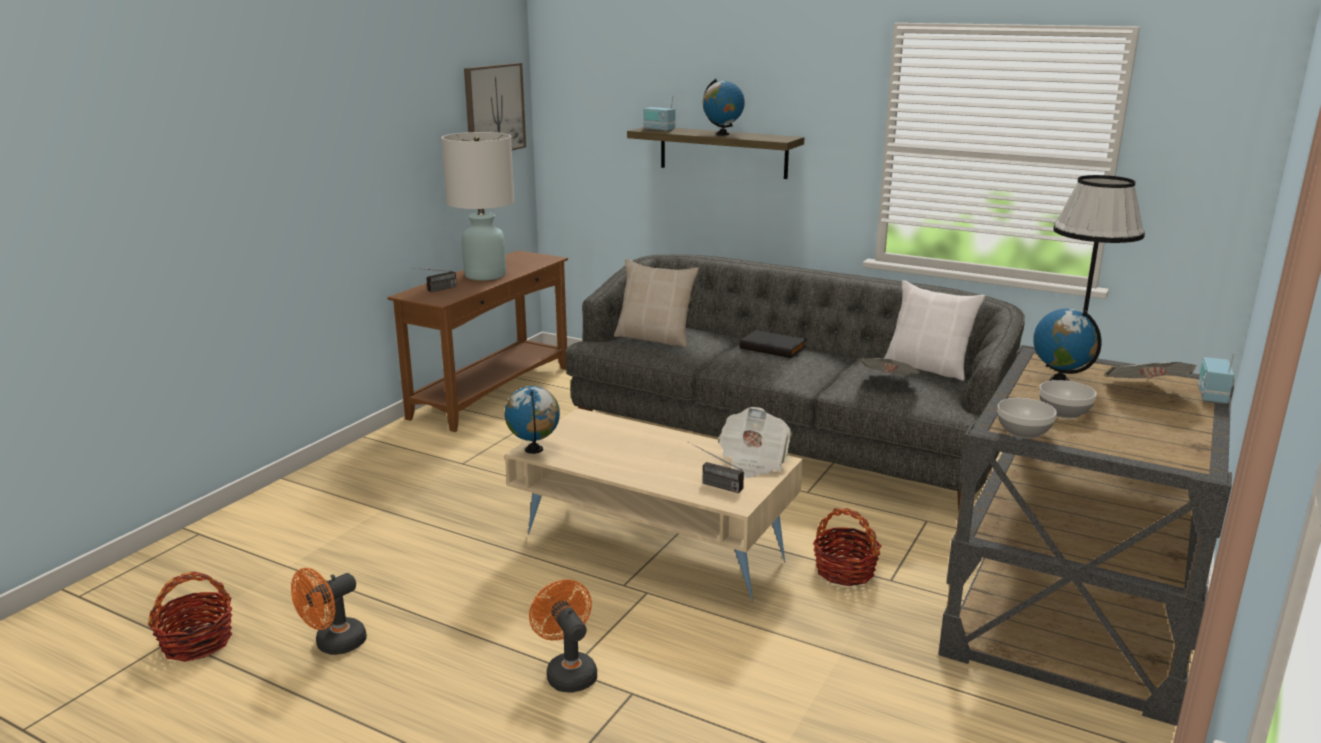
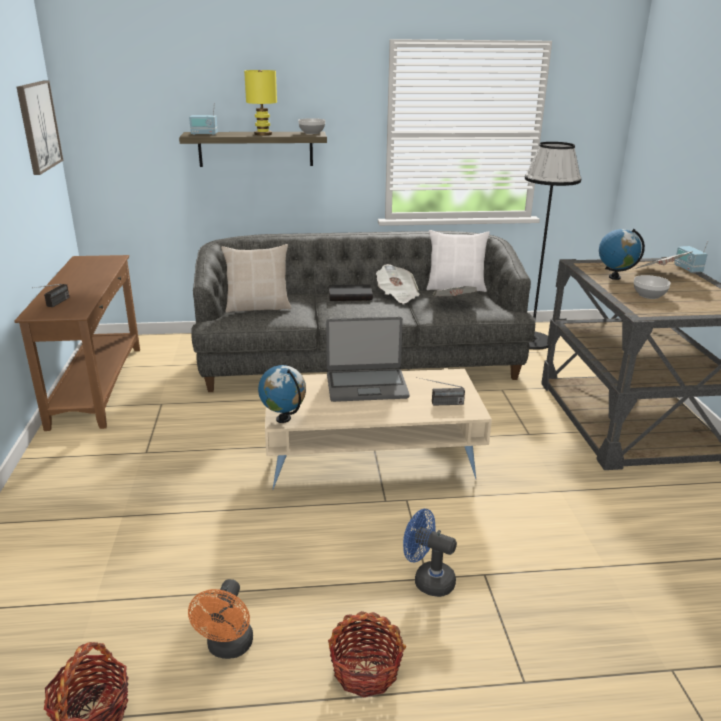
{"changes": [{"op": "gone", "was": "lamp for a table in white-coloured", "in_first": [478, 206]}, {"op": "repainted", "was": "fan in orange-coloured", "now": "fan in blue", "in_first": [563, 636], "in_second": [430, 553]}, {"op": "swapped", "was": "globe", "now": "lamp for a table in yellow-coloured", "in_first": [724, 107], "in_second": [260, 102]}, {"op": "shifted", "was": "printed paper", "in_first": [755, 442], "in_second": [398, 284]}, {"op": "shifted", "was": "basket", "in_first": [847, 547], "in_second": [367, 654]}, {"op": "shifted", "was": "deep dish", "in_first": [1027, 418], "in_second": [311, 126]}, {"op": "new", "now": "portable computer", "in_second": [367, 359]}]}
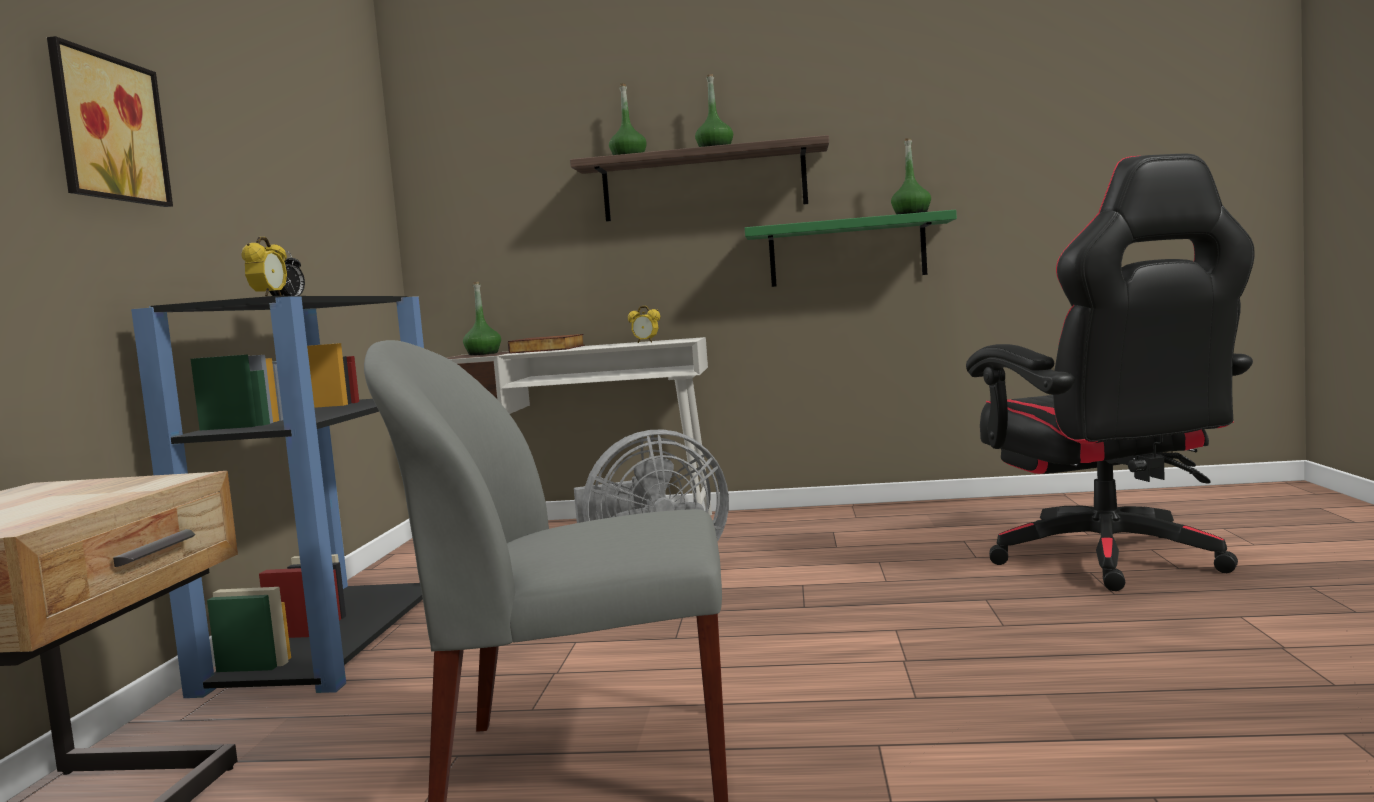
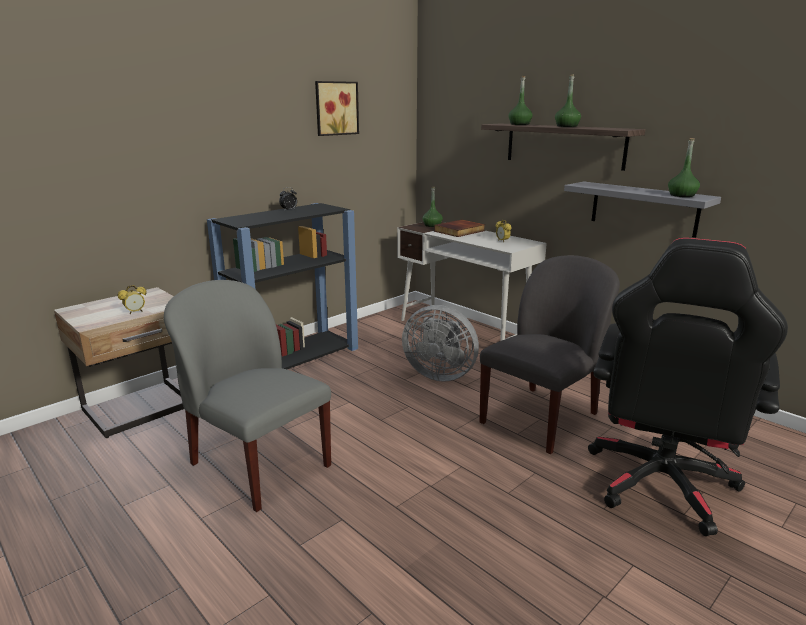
{"changes": [{"op": "shifted", "was": "wall picture", "in_first": [110, 121], "in_second": [337, 108]}, {"op": "shifted", "was": "alarm clock", "in_first": [264, 266], "in_second": [132, 299]}, {"op": "repainted", "was": "wall shelf in green-coloured", "now": "wall shelf in grey", "in_first": [851, 248], "in_second": [642, 210]}, {"op": "new", "now": "plain chair in grey", "in_second": [550, 354]}]}
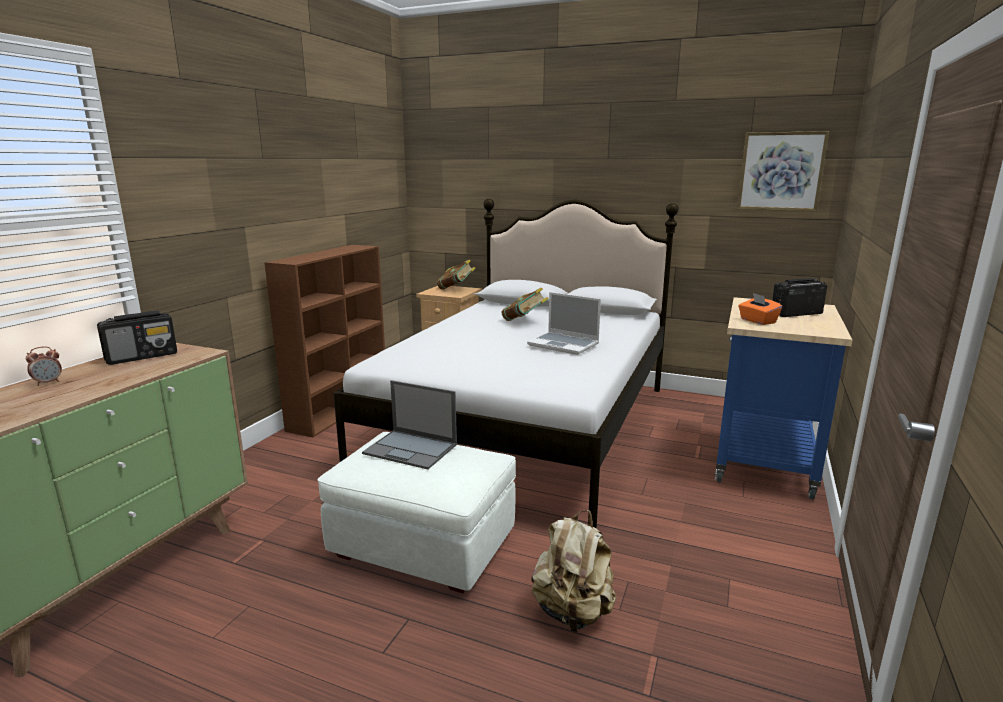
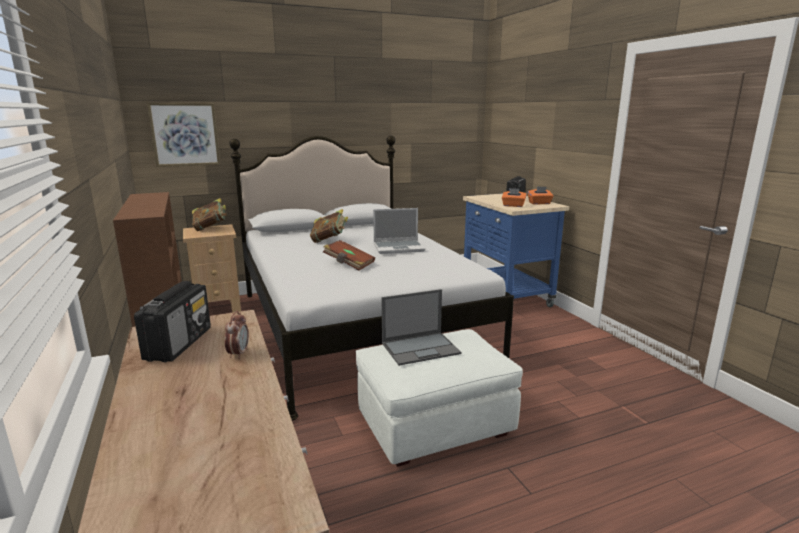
{"changes": [{"op": "shifted", "was": "alarm clock", "in_first": [44, 366], "in_second": [237, 335]}, {"op": "gone", "was": "rucksack in sand-coloured", "in_first": [573, 571]}, {"op": "shifted", "was": "wall picture", "in_first": [783, 171], "in_second": [183, 135]}, {"op": "new", "now": "volume in brown-coloured", "in_second": [349, 255]}, {"op": "new", "now": "tissue box in orange-coloured", "in_second": [541, 195]}]}
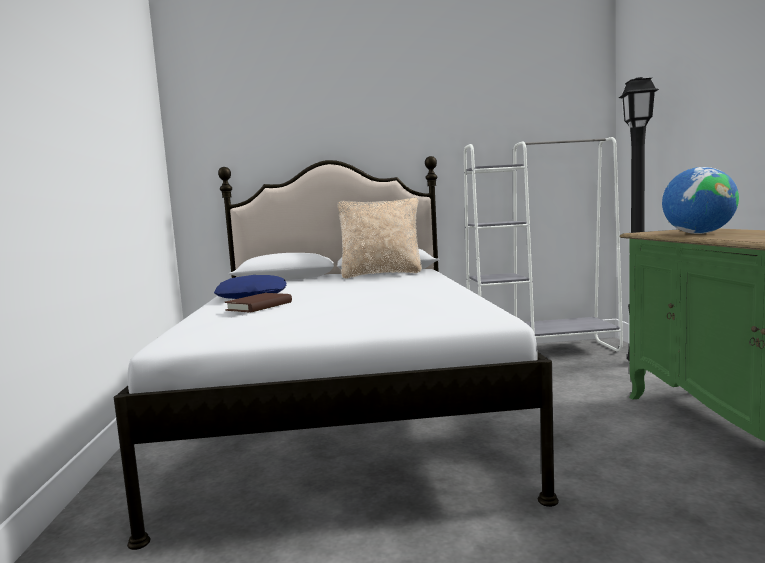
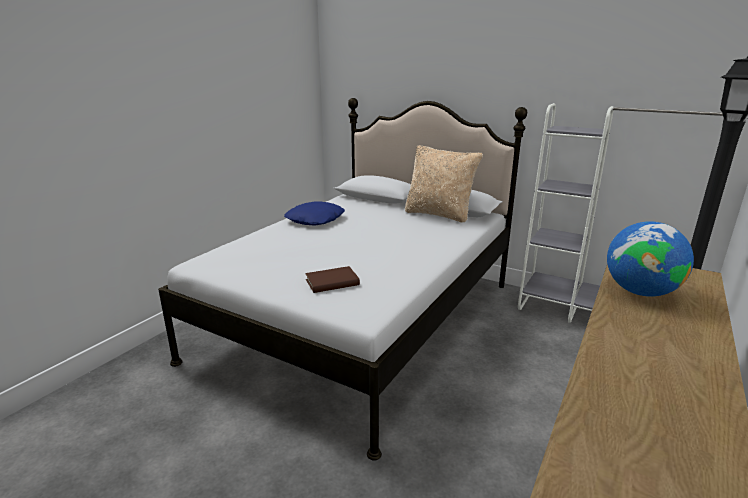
{"changes": [{"op": "shifted", "was": "volume in brown-coloured", "in_first": [258, 302], "in_second": [332, 279]}]}
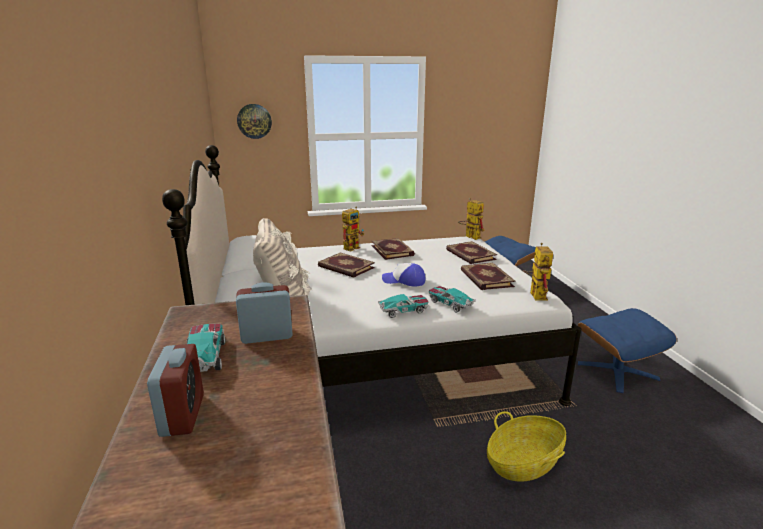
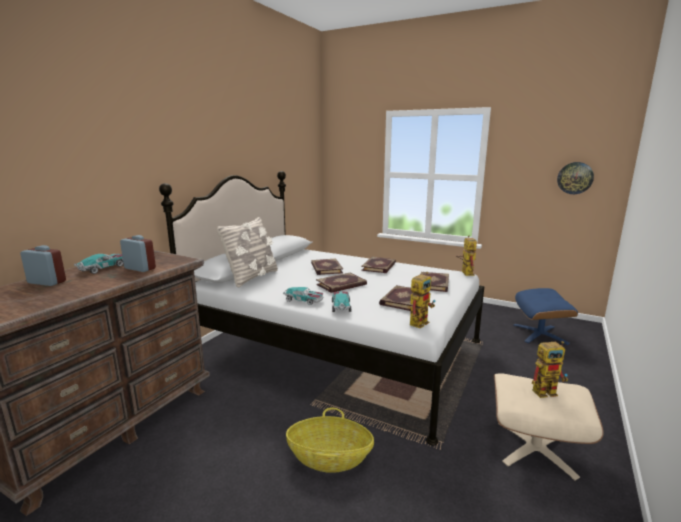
{"changes": [{"op": "rotated", "was": "alarm clock", "in_first": [175, 390], "in_second": [43, 265], "clockwise": -105}, {"op": "shifted", "was": "clock on the wall", "in_first": [254, 121], "in_second": [575, 178]}, {"op": "shifted", "was": "robot figure", "in_first": [353, 229], "in_second": [550, 369]}, {"op": "swapped", "was": "cap", "now": "volume", "in_first": [404, 275], "in_second": [341, 283]}, {"op": "repainted", "was": "footrest in blue", "now": "footrest in sand-coloured", "in_first": [627, 350], "in_second": [549, 426]}]}
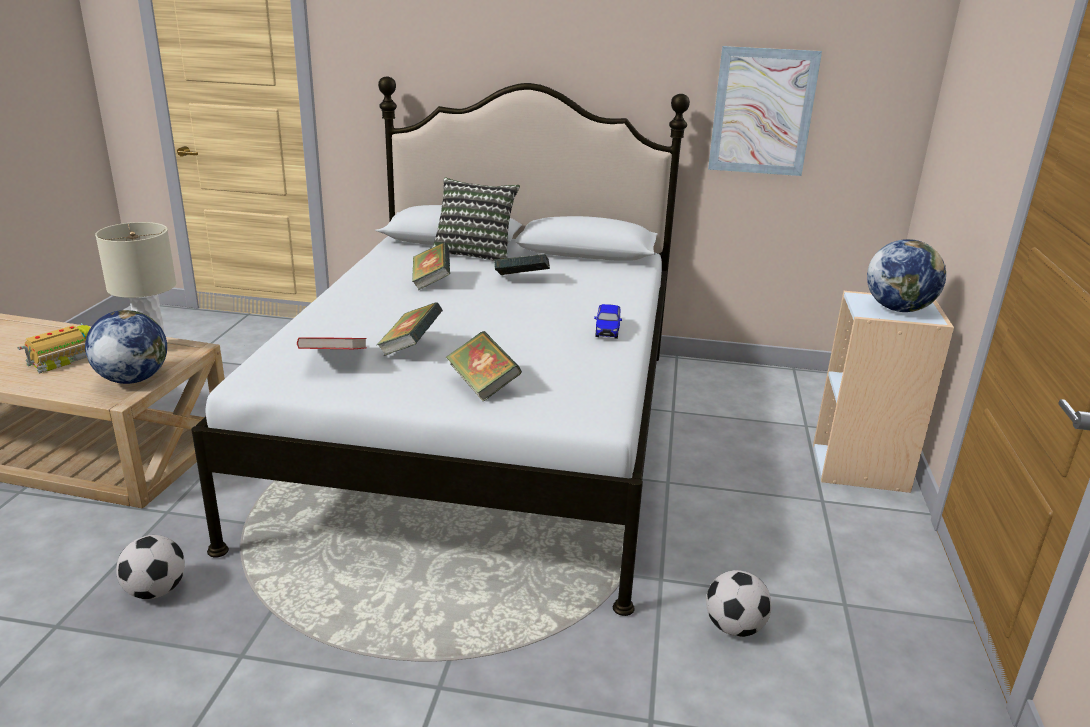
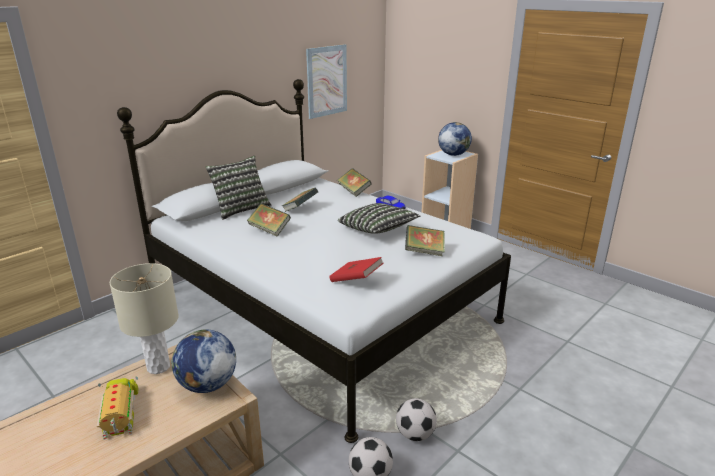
{"changes": [{"op": "shifted", "was": "volume", "in_first": [409, 329], "in_second": [354, 182]}, {"op": "shifted", "was": "ball for football", "in_first": [738, 603], "in_second": [416, 419]}, {"op": "new", "now": "throw pillow", "in_second": [379, 218]}]}
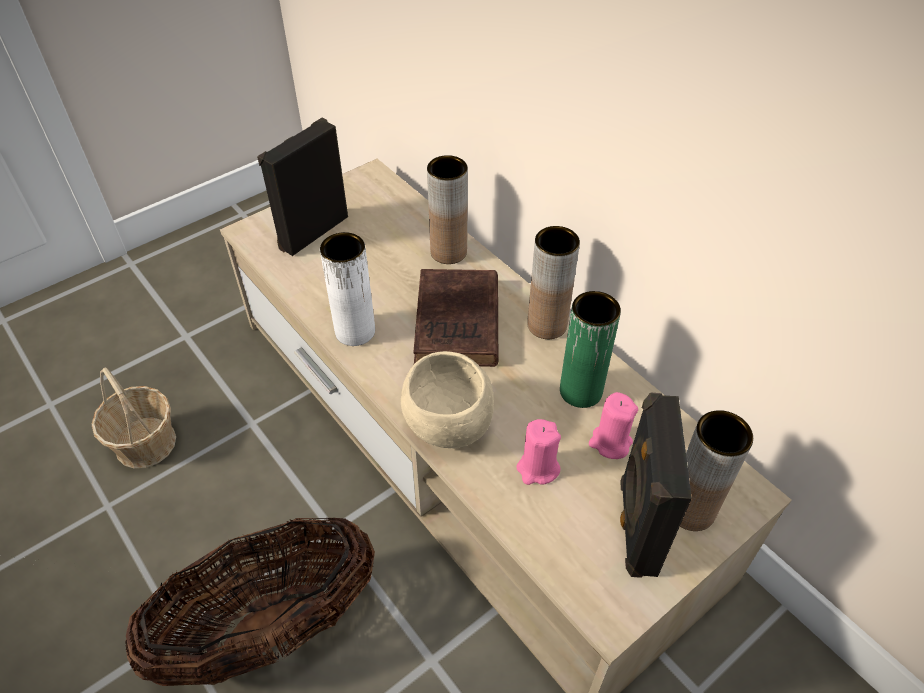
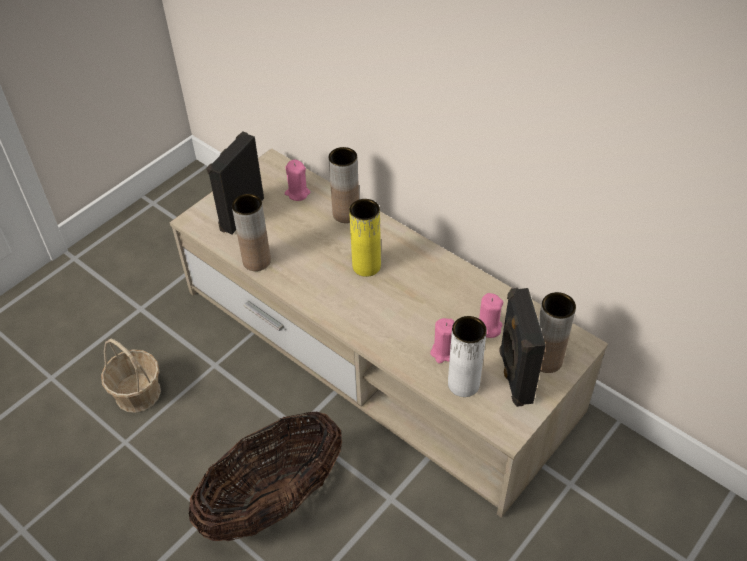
{"changes": [{"op": "shifted", "was": "vase in white-coloured", "in_first": [347, 289], "in_second": [467, 356]}, {"op": "gone", "was": "deep dish in sand-coloured", "in_first": [447, 400]}, {"op": "swapped", "was": "volume in brown-coloured", "now": "vase in yellow-coloured", "in_first": [455, 318], "in_second": [365, 238]}, {"op": "shifted", "was": "vase in brown-coloured", "in_first": [554, 282], "in_second": [251, 232]}, {"op": "gone", "was": "vase in green-coloured", "in_first": [590, 349]}, {"op": "new", "now": "candle in pink", "in_second": [297, 180]}]}
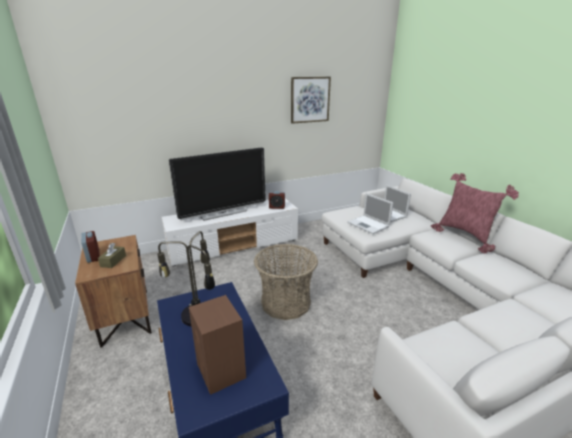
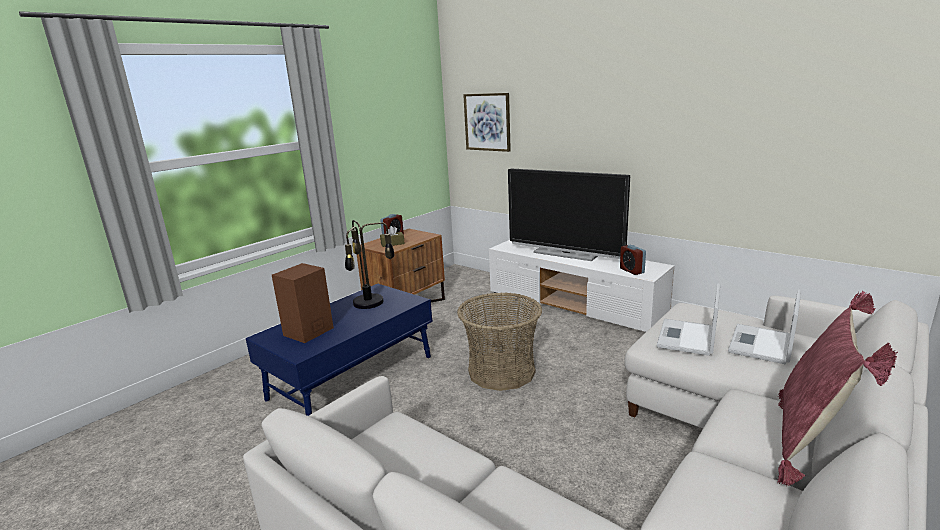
{"changes": [{"op": "shifted", "was": "wall picture", "in_first": [311, 100], "in_second": [487, 122]}]}
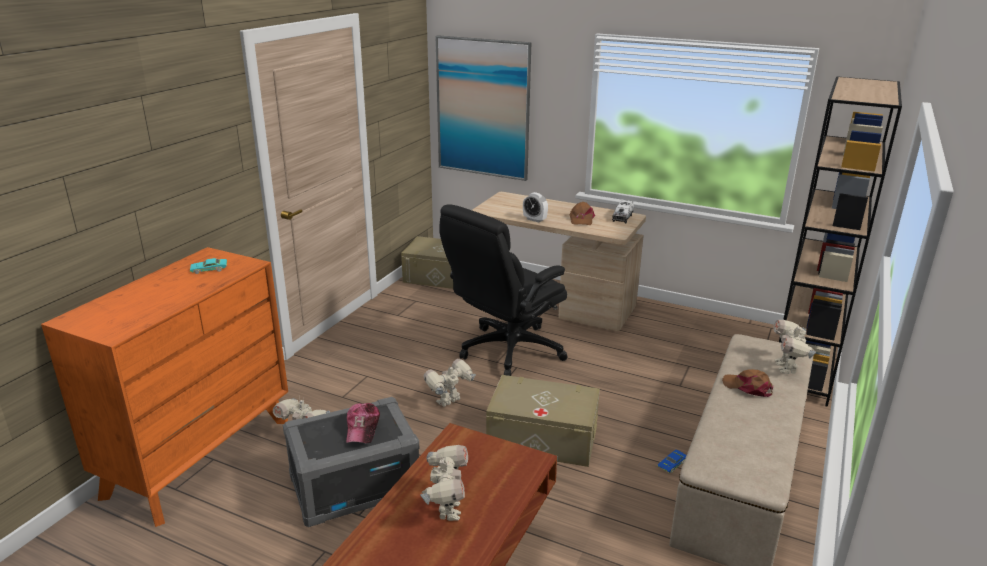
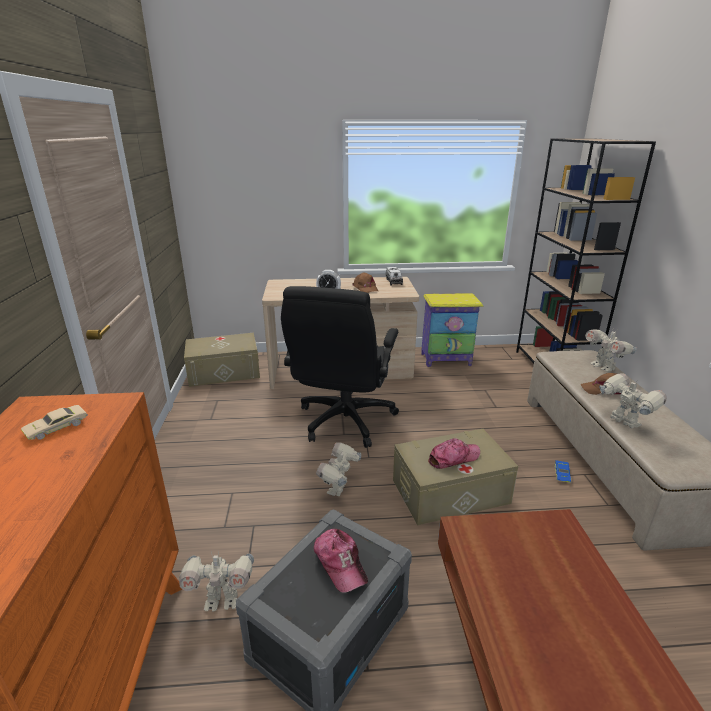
{"changes": [{"op": "repainted", "was": "miniature car in blue-green", "now": "miniature car in sand-coloured", "in_first": [208, 266], "in_second": [54, 422]}, {"op": "shifted", "was": "robot figure", "in_first": [444, 483], "in_second": [633, 401]}, {"op": "gone", "was": "wall picture", "in_first": [483, 108]}, {"op": "new", "now": "nightstand", "in_second": [452, 330]}, {"op": "new", "now": "cap", "in_second": [454, 453]}]}
